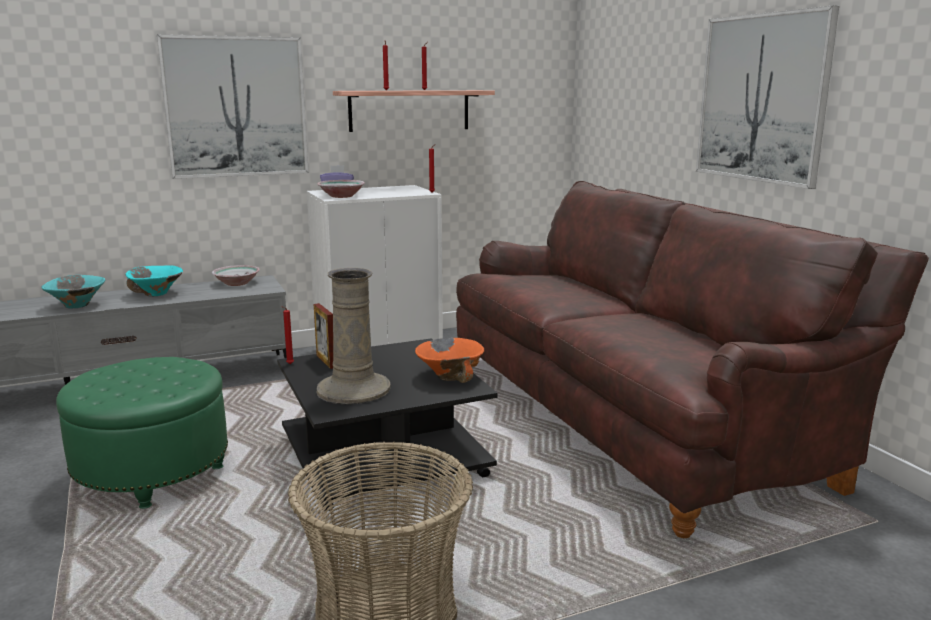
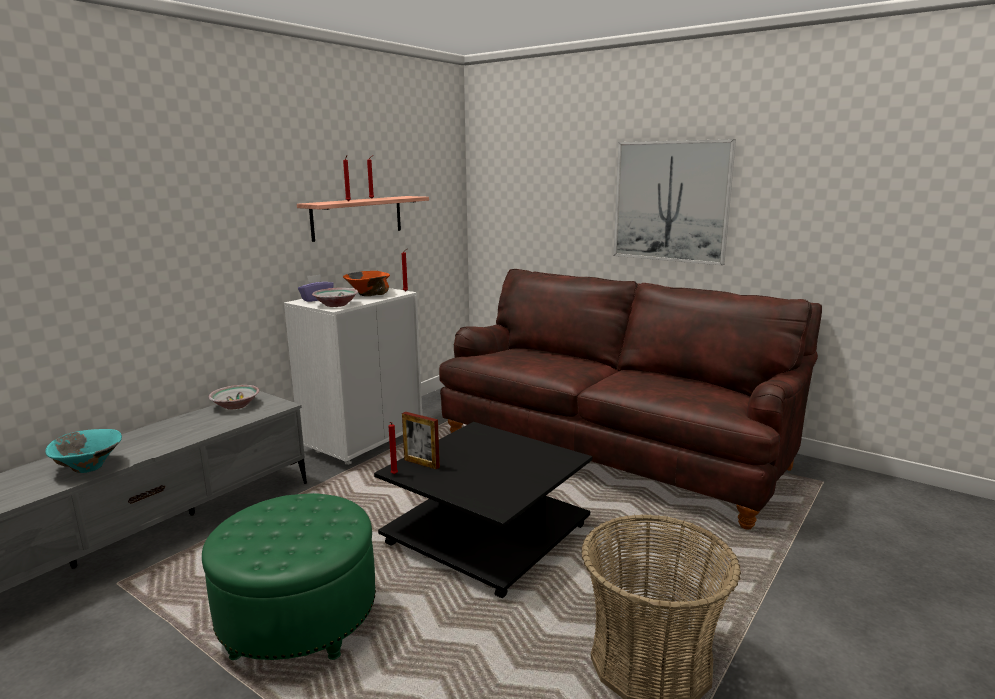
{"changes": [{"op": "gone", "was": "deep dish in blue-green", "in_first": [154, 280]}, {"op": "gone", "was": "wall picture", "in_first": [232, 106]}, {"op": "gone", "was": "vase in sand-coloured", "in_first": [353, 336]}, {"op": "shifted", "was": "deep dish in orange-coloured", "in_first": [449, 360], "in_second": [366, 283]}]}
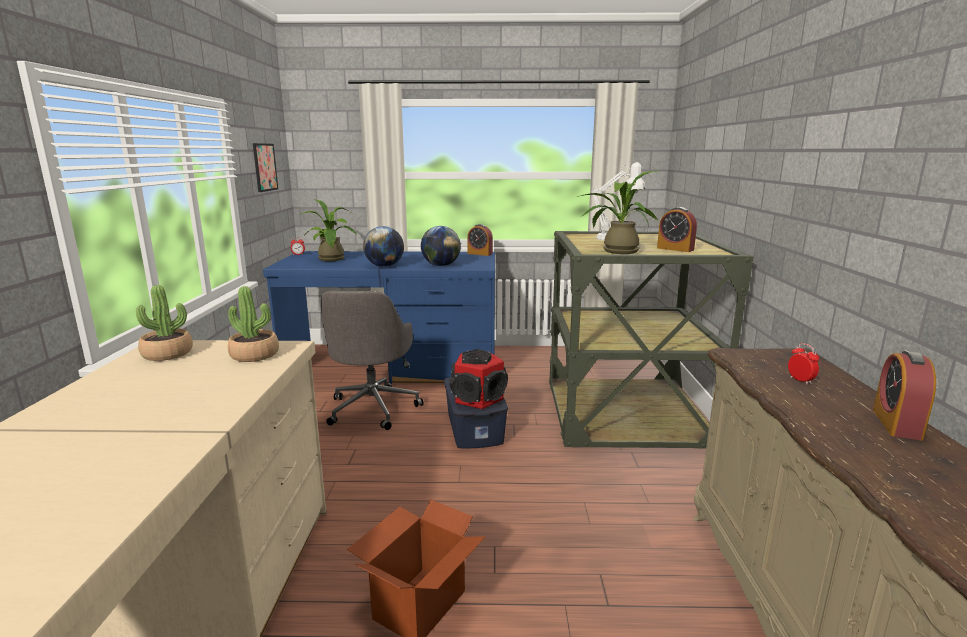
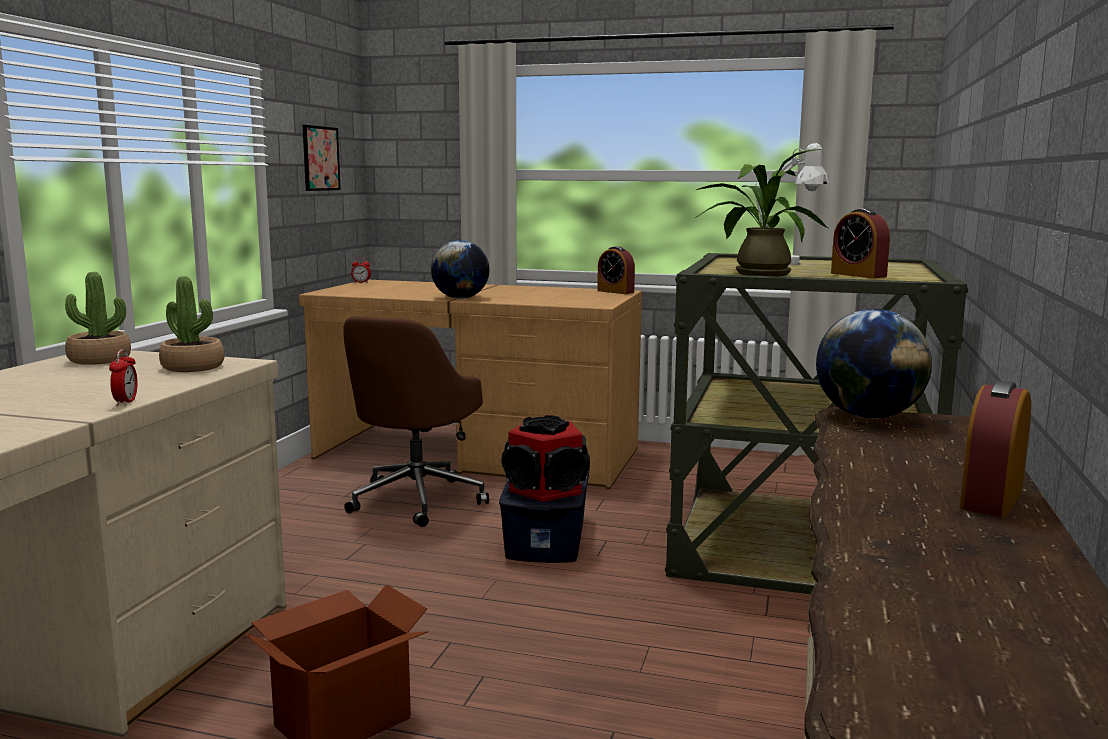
{"changes": [{"op": "repainted", "was": "desk unit in blue", "now": "desk unit in brown-coloured", "in_first": [379, 317], "in_second": [470, 384]}, {"op": "gone", "was": "potted plant", "in_first": [328, 230]}, {"op": "repainted", "was": "computer chair in grey", "now": "computer chair in brown-coloured", "in_first": [372, 360], "in_second": [416, 421]}, {"op": "shifted", "was": "globe", "in_first": [441, 246], "in_second": [874, 363]}, {"op": "shifted", "was": "alarm clock", "in_first": [803, 364], "in_second": [123, 377]}]}
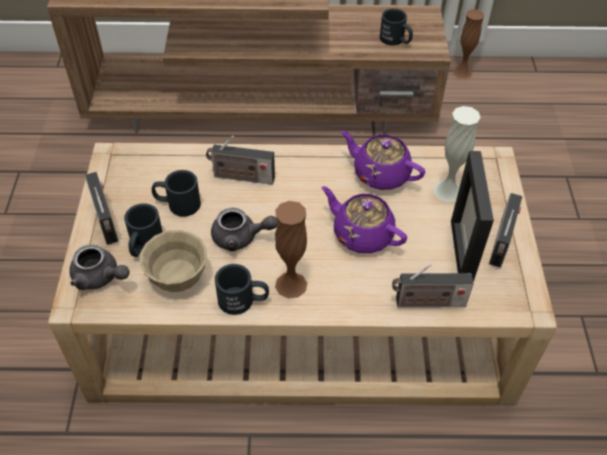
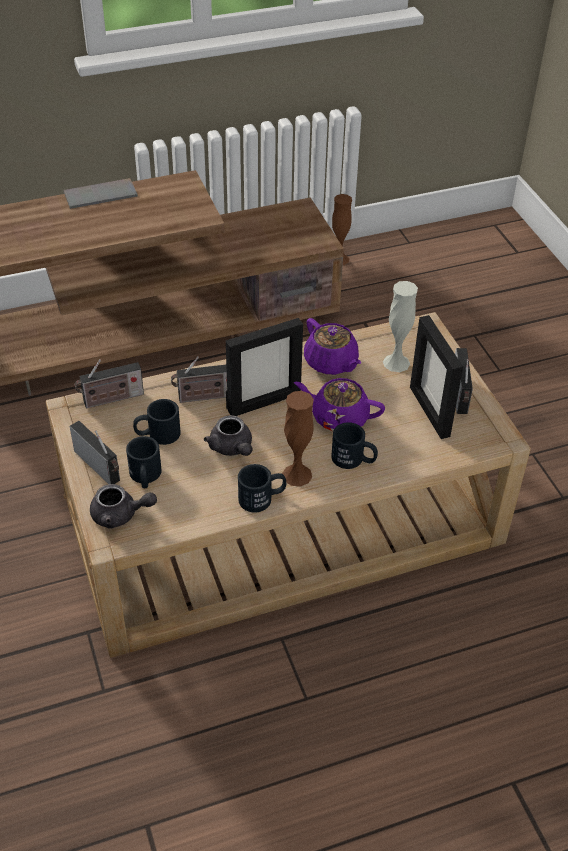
{"changes": [{"op": "gone", "was": "deep dish in sand-coloured", "in_first": [173, 261]}, {"op": "rotated", "was": "pot for tea in grey", "in_first": [244, 229], "in_second": [228, 435], "clockwise": 75}, {"op": "rotated", "was": "pot for tea in purple", "in_first": [383, 160], "in_second": [332, 346], "clockwise": -135}, {"op": "shifted", "was": "mug in black", "in_first": [396, 26], "in_second": [354, 445]}, {"op": "shifted", "was": "radio set", "in_first": [433, 285], "in_second": [109, 383]}, {"op": "new", "now": "photo frame", "in_second": [264, 367]}]}
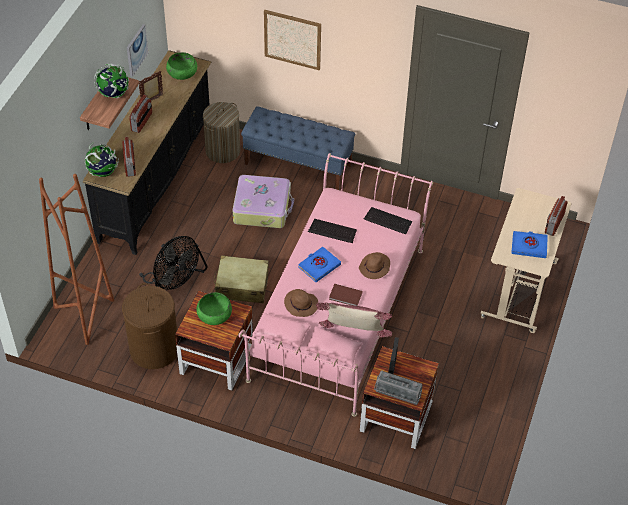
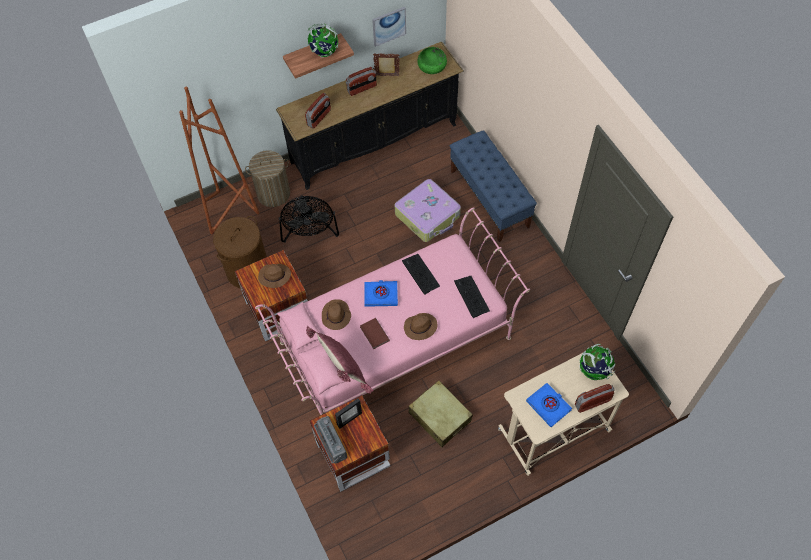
{"changes": [{"op": "shifted", "was": "globe", "in_first": [102, 159], "in_second": [597, 362]}, {"op": "swapped", "was": "deep dish in green-coloured", "now": "wearable hat in brown-coloured", "in_first": [214, 308], "in_second": [274, 276]}, {"op": "shifted", "was": "washing basket", "in_first": [221, 132], "in_second": [267, 178]}, {"op": "shifted", "was": "suitcase in sand-coloured", "in_first": [241, 279], "in_second": [440, 413]}, {"op": "gone", "was": "wall picture", "in_first": [292, 40]}]}
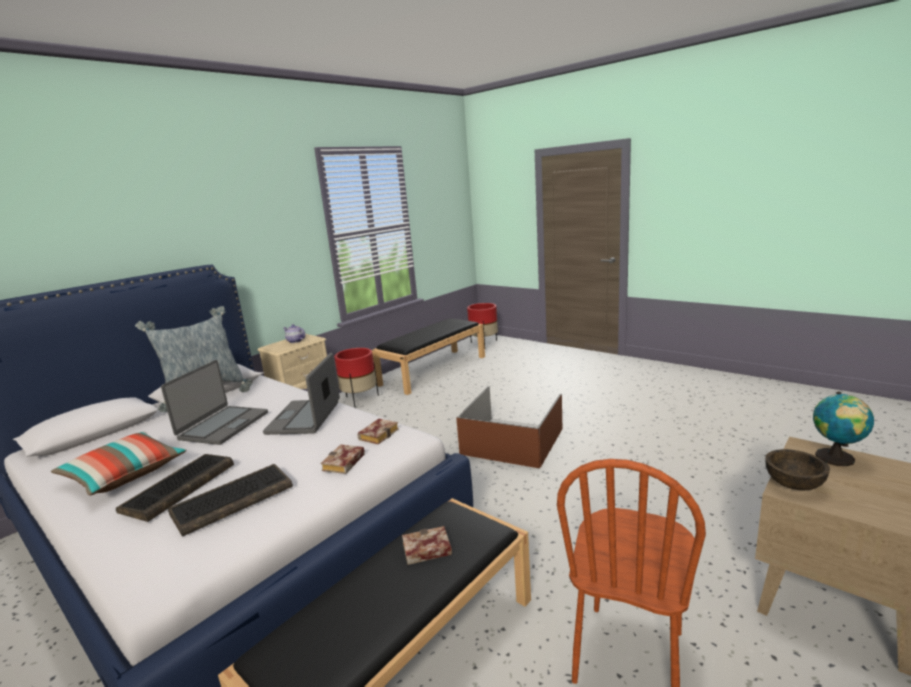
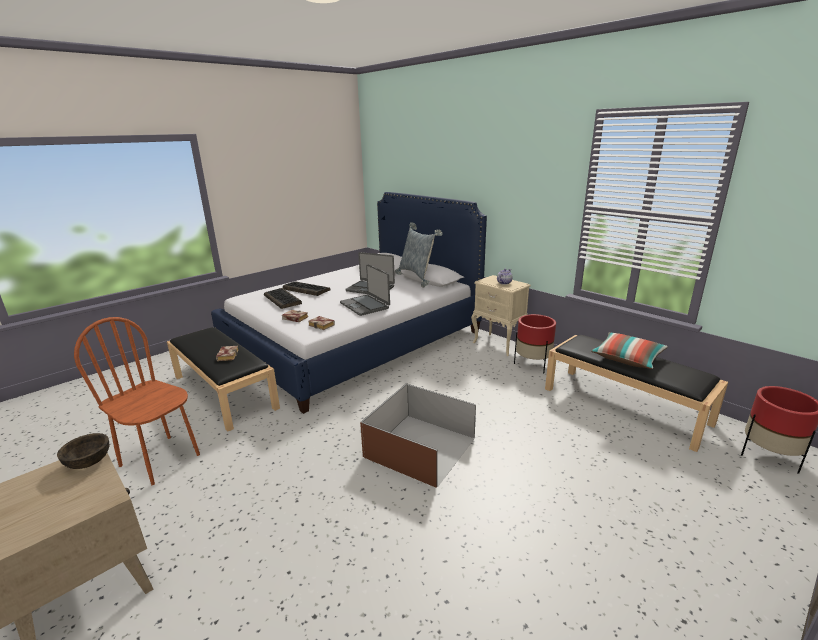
{"changes": [{"op": "shifted", "was": "throw pillow", "in_first": [119, 463], "in_second": [629, 350]}, {"op": "rotated", "was": "portable computer", "in_first": [301, 394], "in_second": [365, 290], "clockwise": -135}, {"op": "gone", "was": "globe", "in_first": [843, 428]}]}
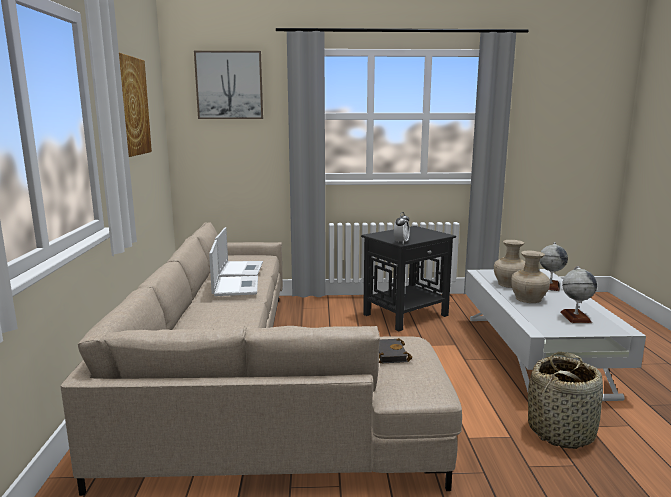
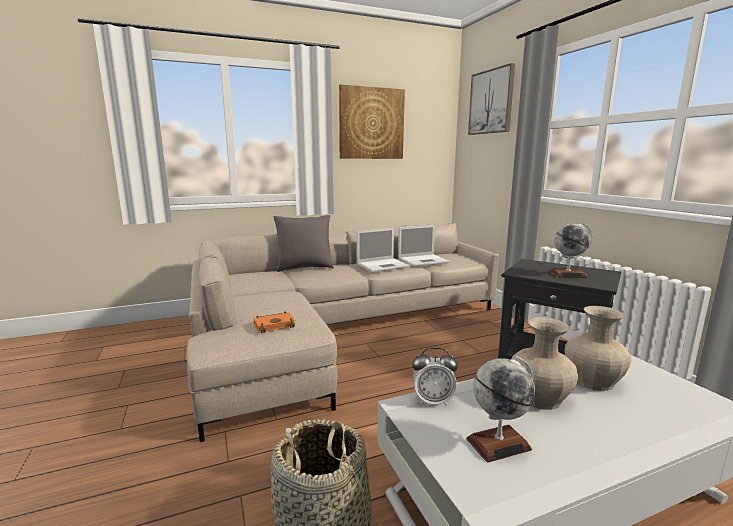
{"changes": [{"op": "repainted", "was": "volume in black", "now": "volume in orange-coloured", "in_first": [395, 350], "in_second": [274, 322]}, {"op": "shifted", "was": "alarm clock", "in_first": [402, 228], "in_second": [435, 376]}, {"op": "shifted", "was": "globe", "in_first": [553, 266], "in_second": [570, 250]}, {"op": "new", "now": "throw pillow in grey", "in_second": [303, 243]}]}
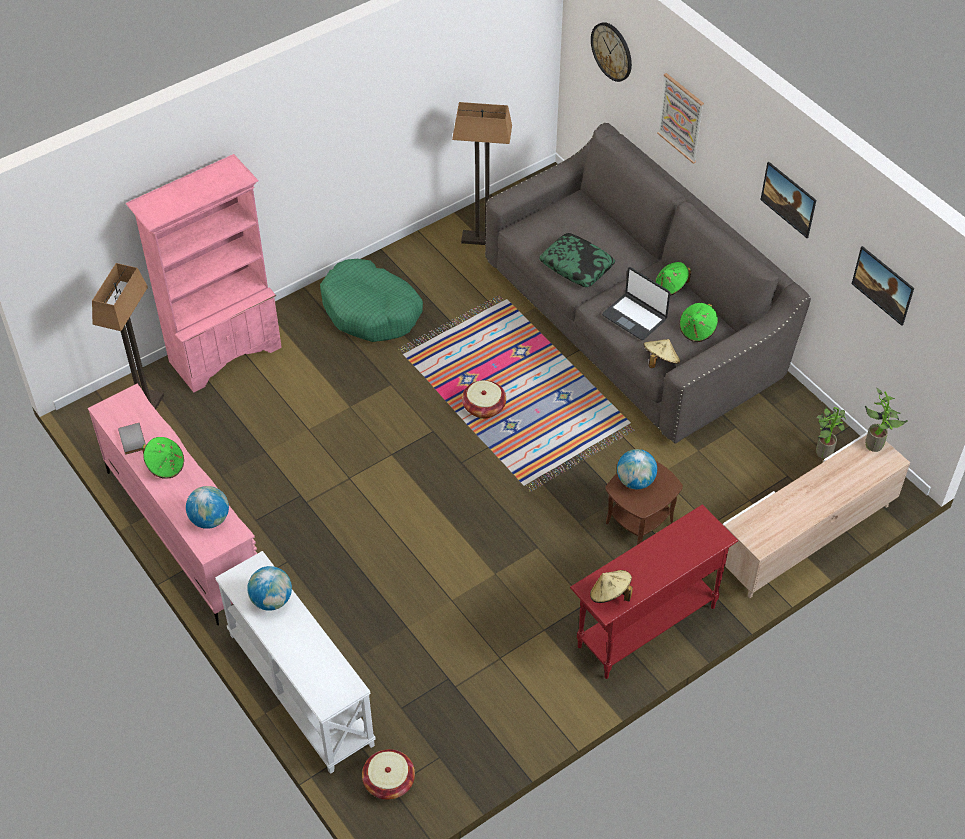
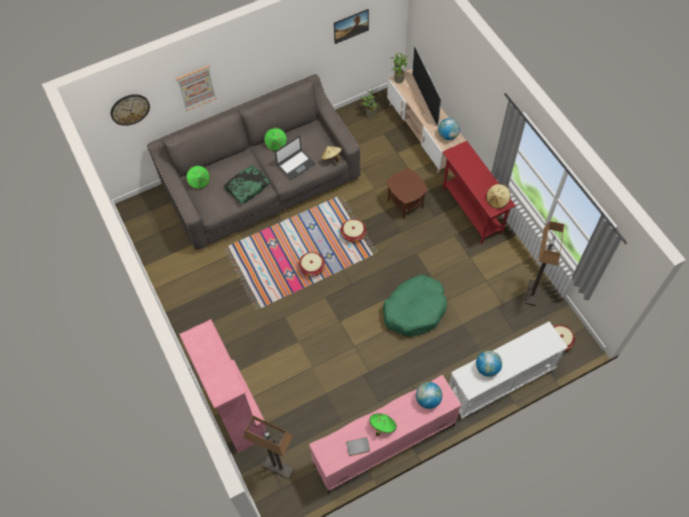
{"changes": [{"op": "shifted", "was": "pet bed in green-coloured", "in_first": [371, 300], "in_second": [415, 306]}, {"op": "shifted", "was": "standing lamp", "in_first": [482, 173], "in_second": [545, 263]}, {"op": "shifted", "was": "globe", "in_first": [637, 469], "in_second": [449, 129]}, {"op": "shifted", "was": "wearable hat in green-coloured", "in_first": [699, 322], "in_second": [198, 177]}, {"op": "gone", "was": "wall picture", "in_first": [788, 200]}, {"op": "new", "now": "basket", "in_second": [353, 230]}, {"op": "new", "now": "TV", "in_second": [427, 86]}]}
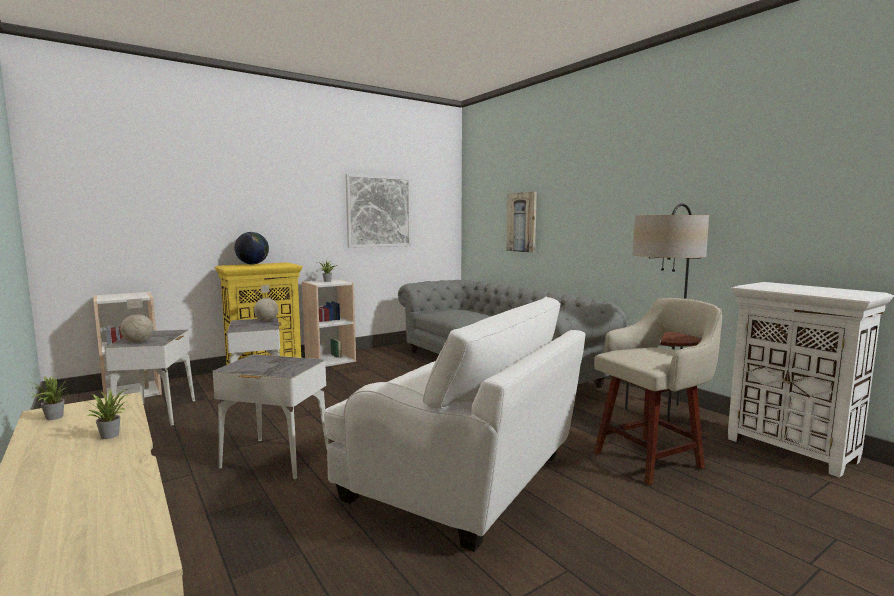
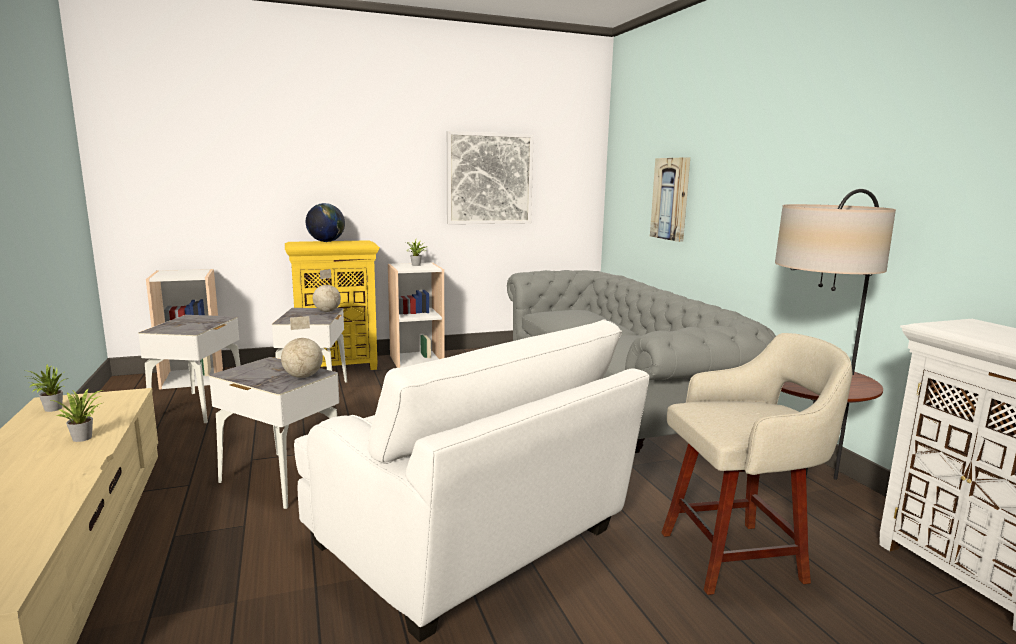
{"changes": [{"op": "shifted", "was": "globe", "in_first": [136, 320], "in_second": [302, 347]}]}
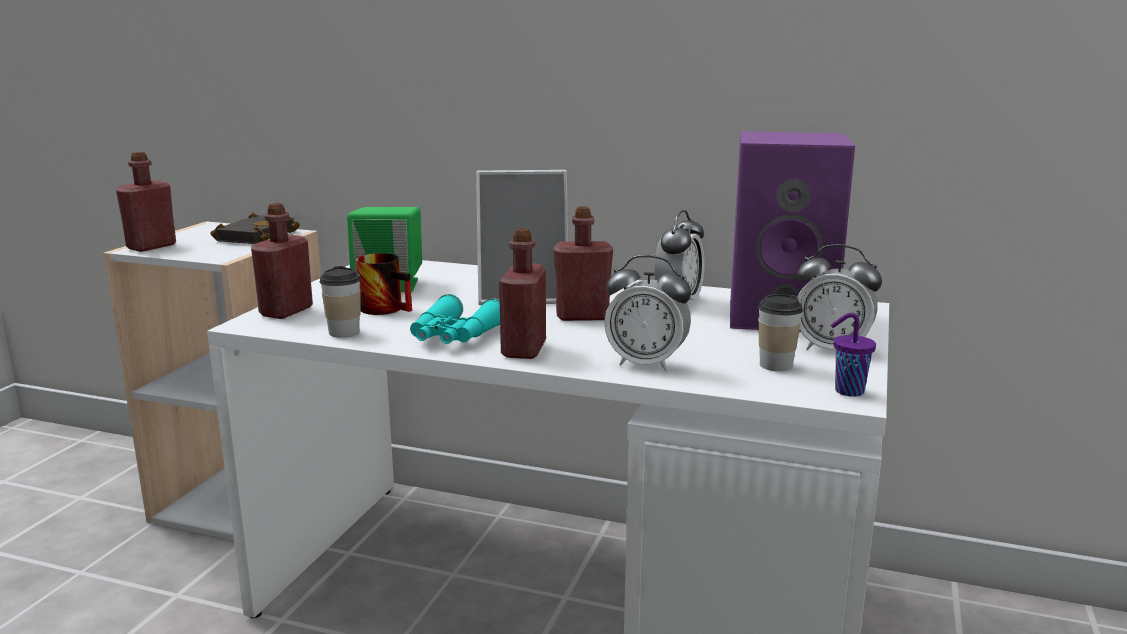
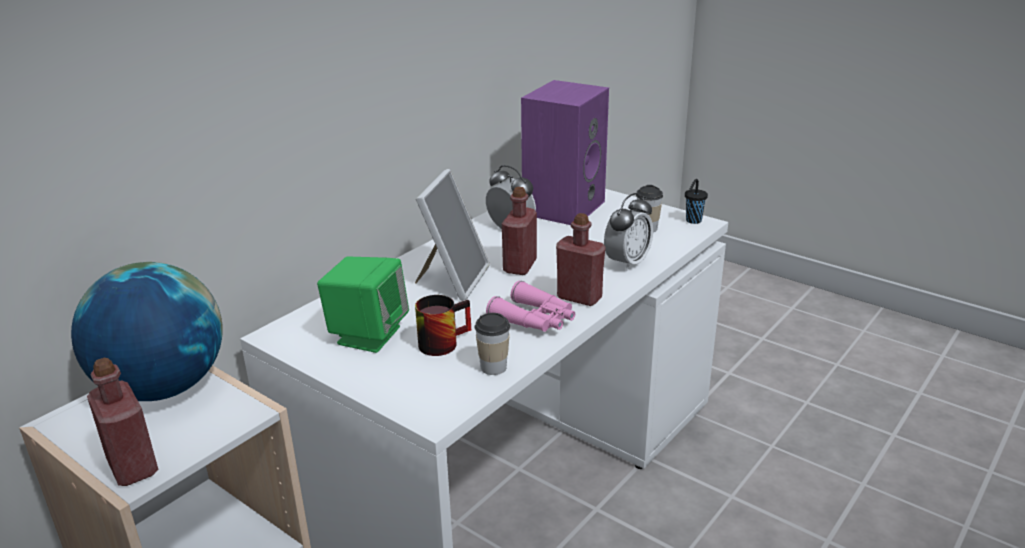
{"changes": [{"op": "swapped", "was": "volume in black", "now": "globe", "in_first": [255, 228], "in_second": [147, 331]}, {"op": "gone", "was": "drink bottle in red", "in_first": [282, 261]}, {"op": "repainted", "was": "binoculars in blue-green", "now": "binoculars in pink", "in_first": [455, 319], "in_second": [530, 306]}, {"op": "gone", "was": "alarm clock", "in_first": [839, 297]}, {"op": "repainted", "was": "drinking cup in purple", "now": "drinking cup in black", "in_first": [853, 355], "in_second": [696, 201]}]}
